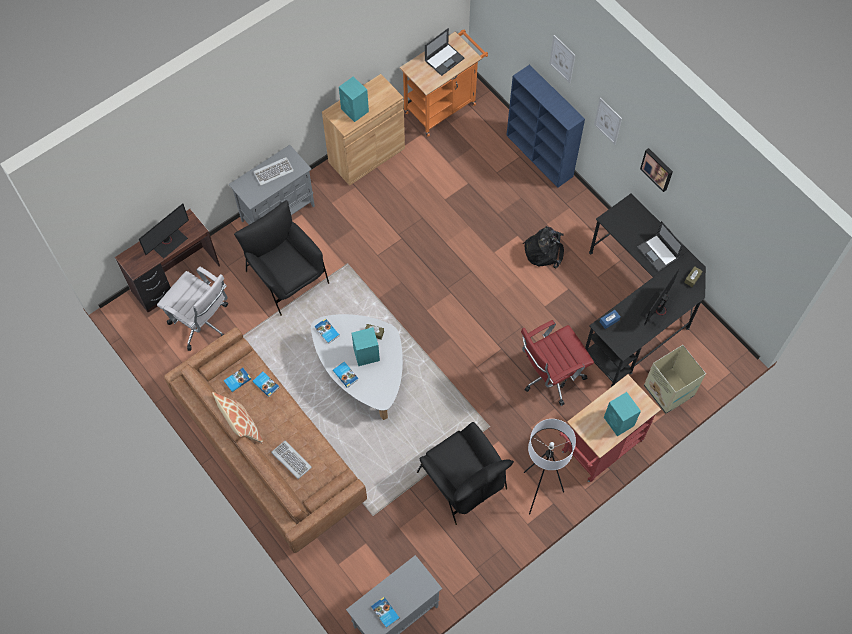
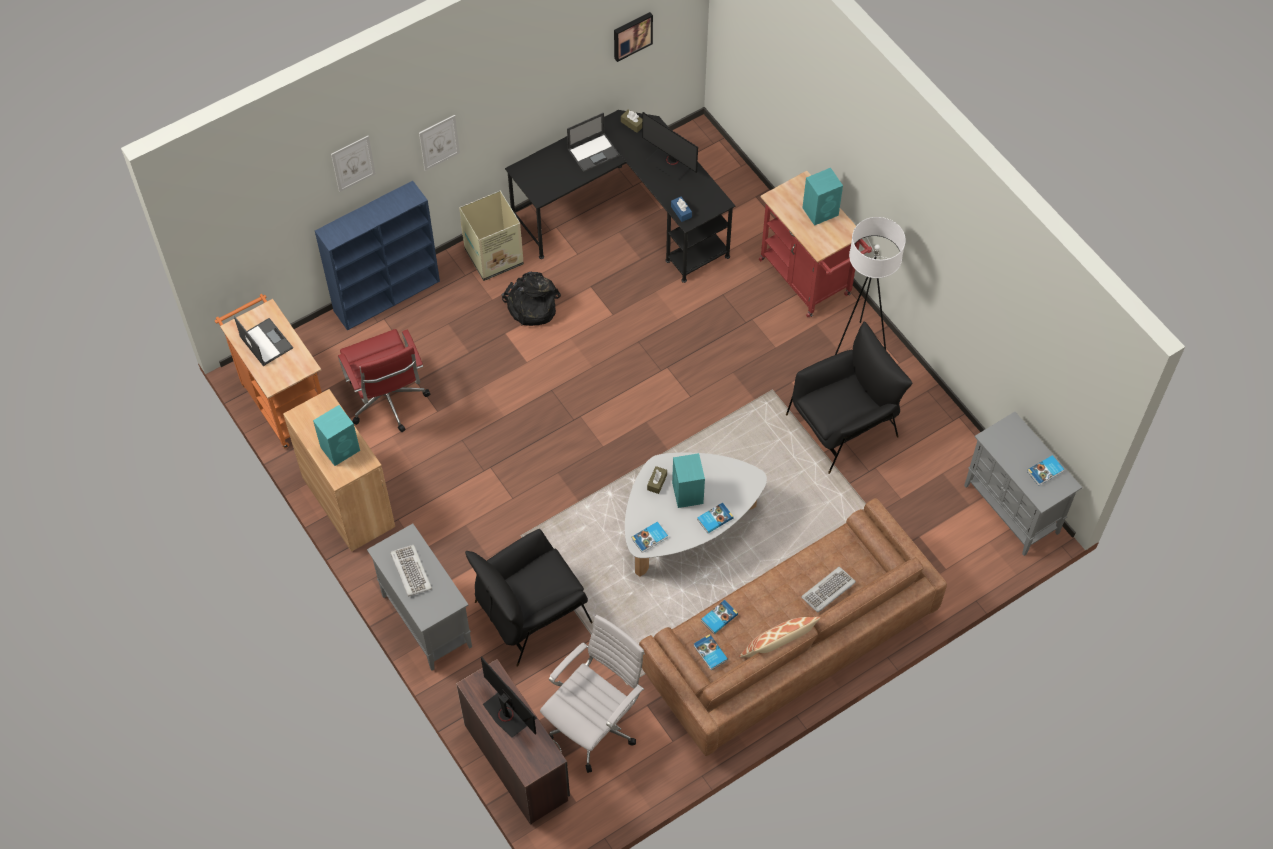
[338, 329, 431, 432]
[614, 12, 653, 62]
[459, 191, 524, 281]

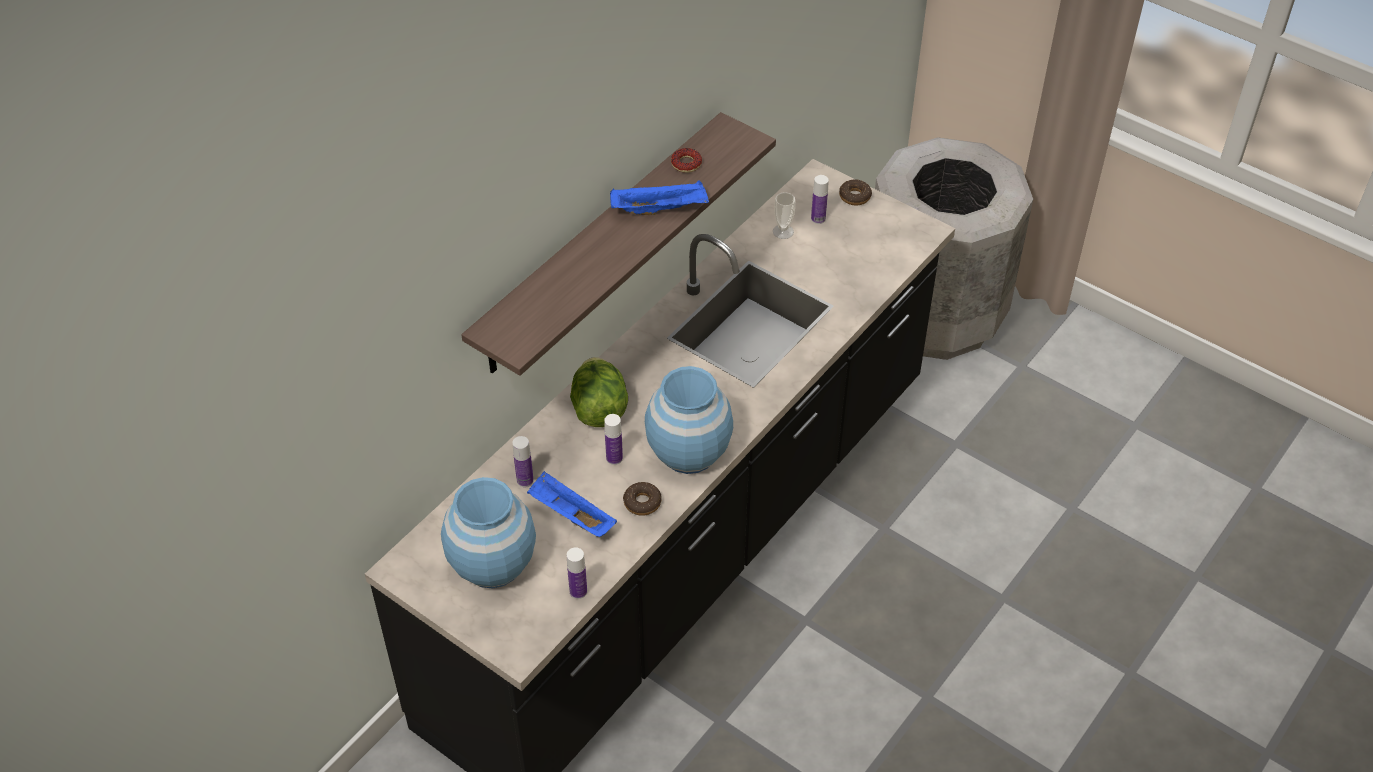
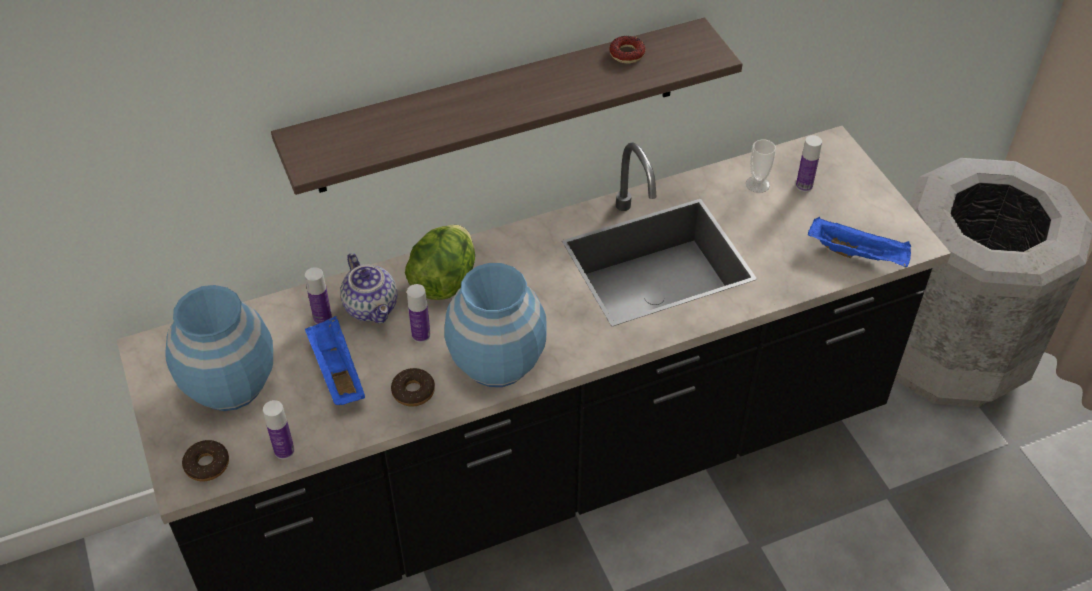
[808, 217, 911, 267]
[182, 440, 229, 481]
[340, 253, 397, 323]

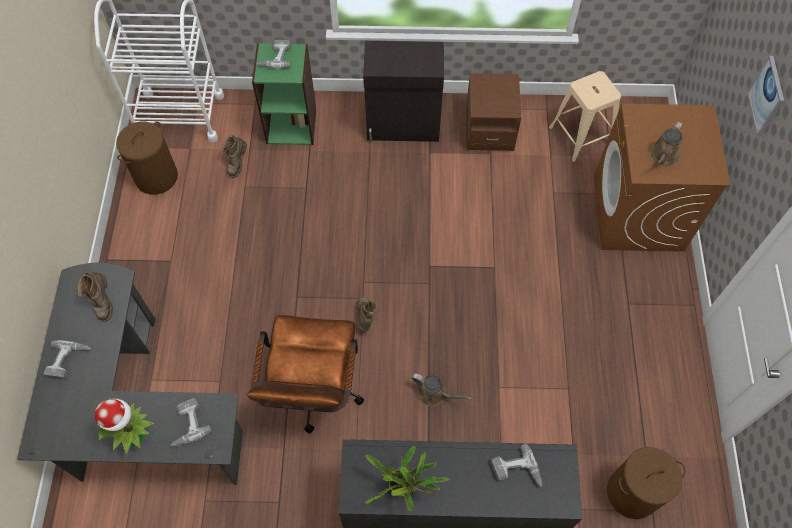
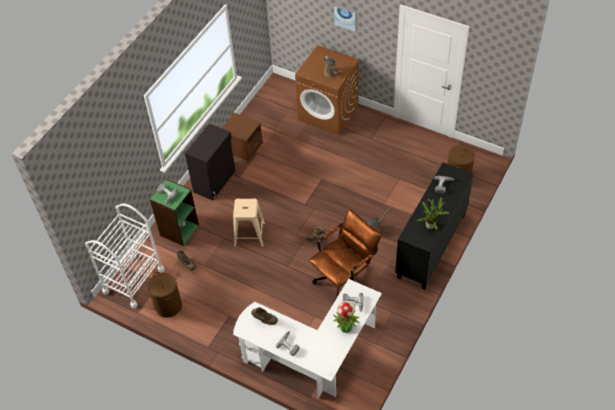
[233, 279, 382, 398]
[309, 209, 381, 302]
[233, 199, 265, 247]

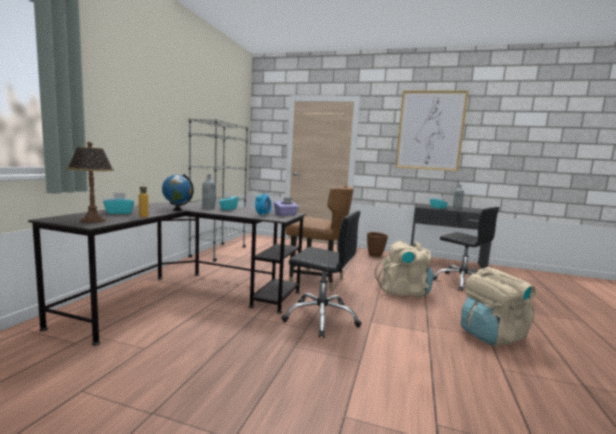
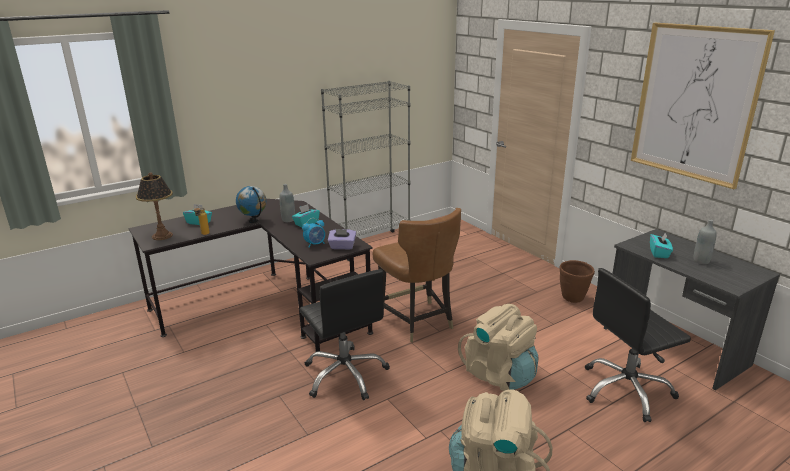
[585, 268, 691, 422]

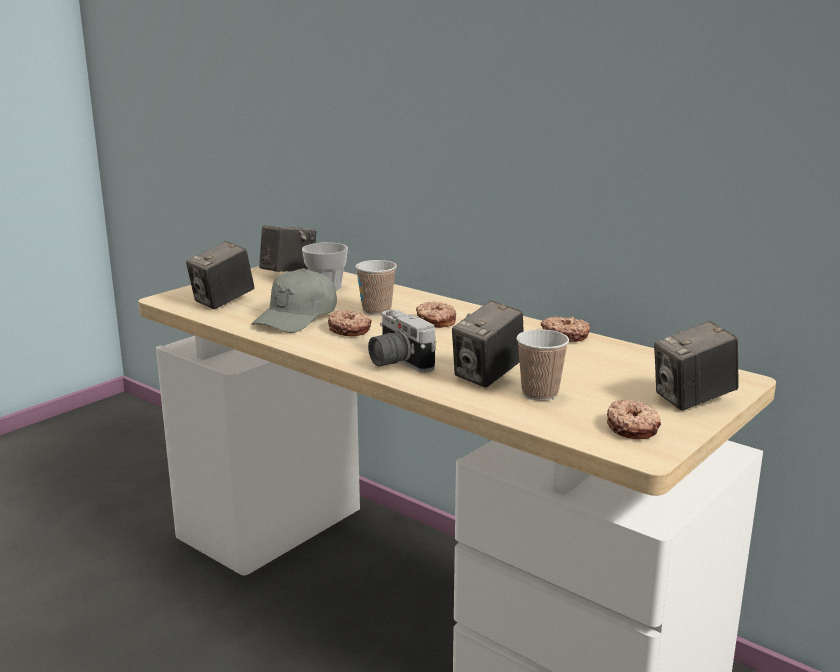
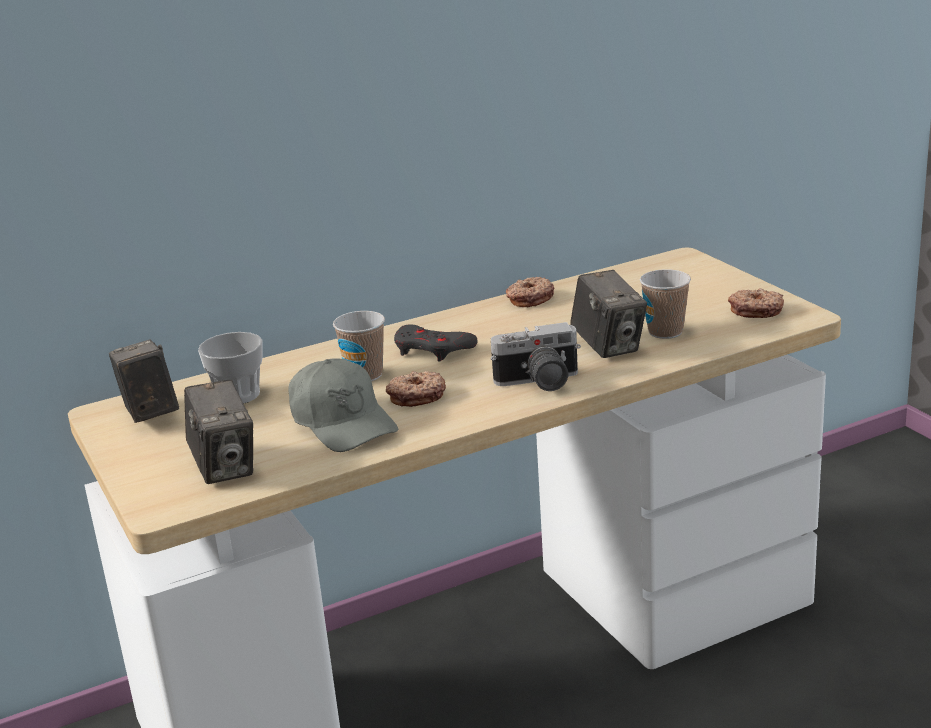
[394, 324, 477, 362]
[654, 321, 739, 411] (first image)

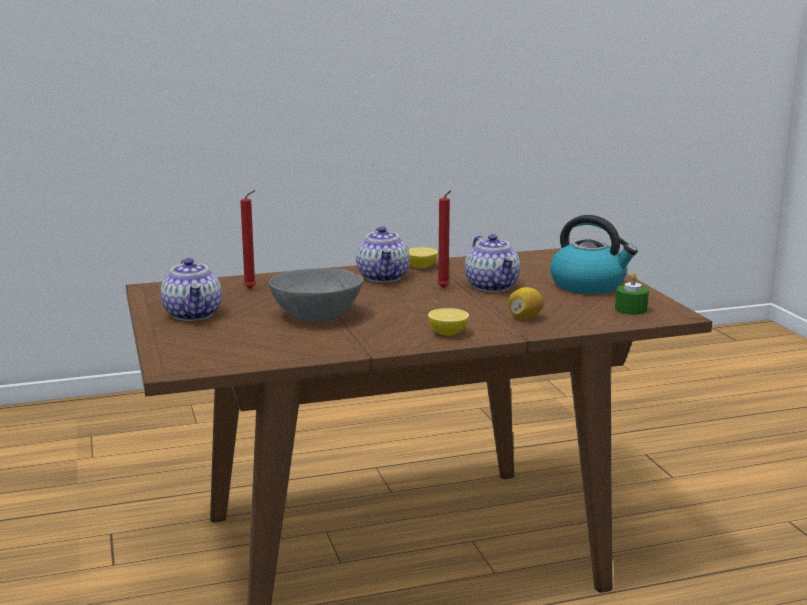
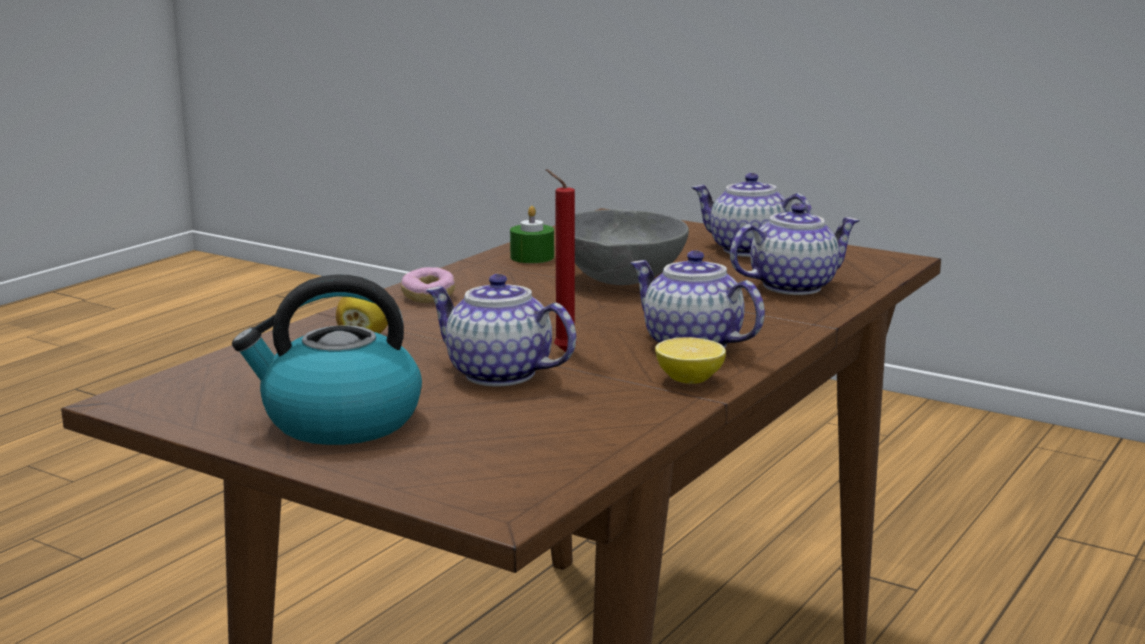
[730, 203, 860, 295]
[401, 267, 455, 303]
[510, 206, 554, 263]

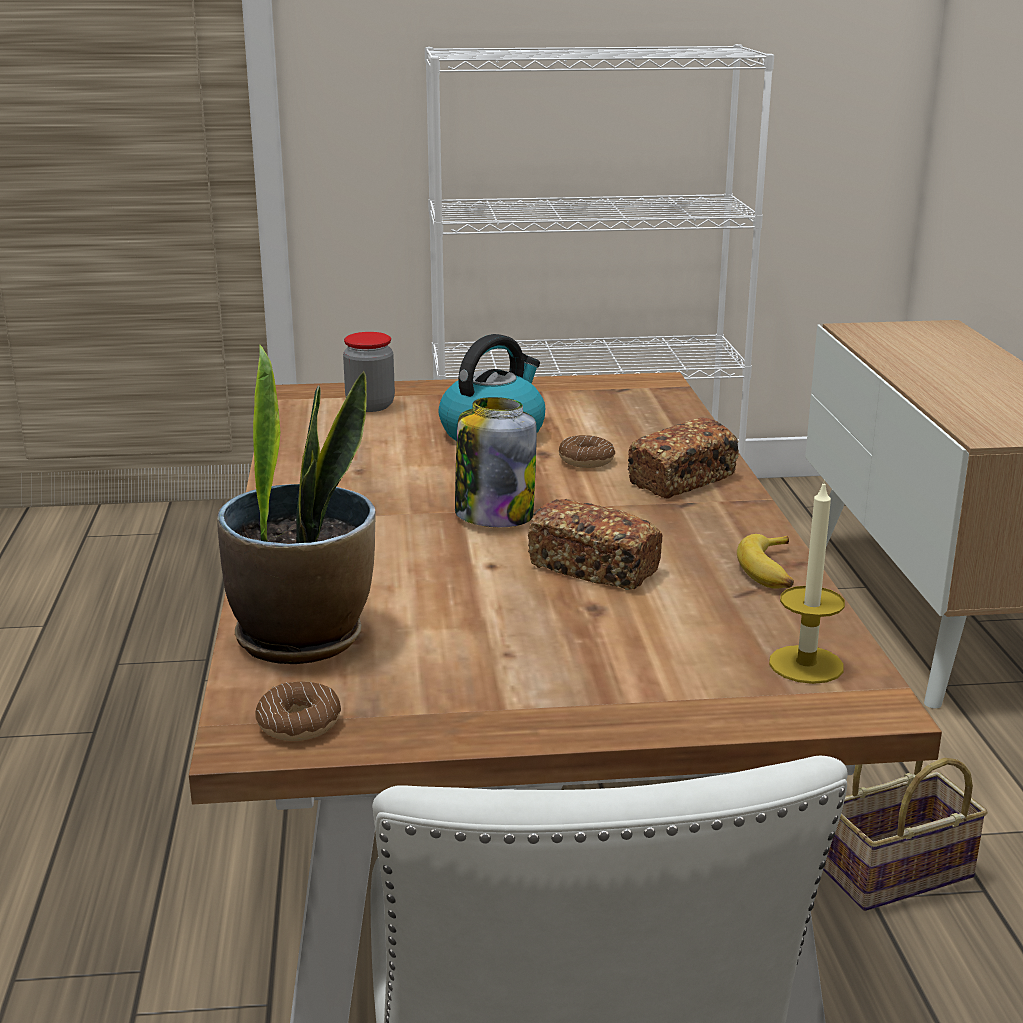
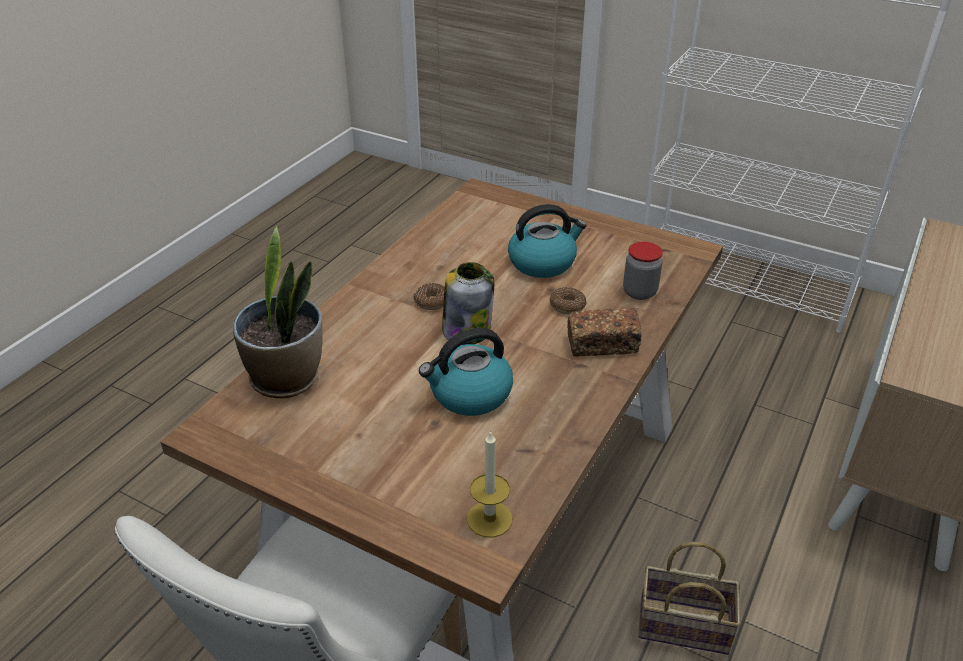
[414, 283, 445, 310]
[623, 242, 663, 300]
[419, 328, 513, 416]
[737, 534, 794, 589] (first image)

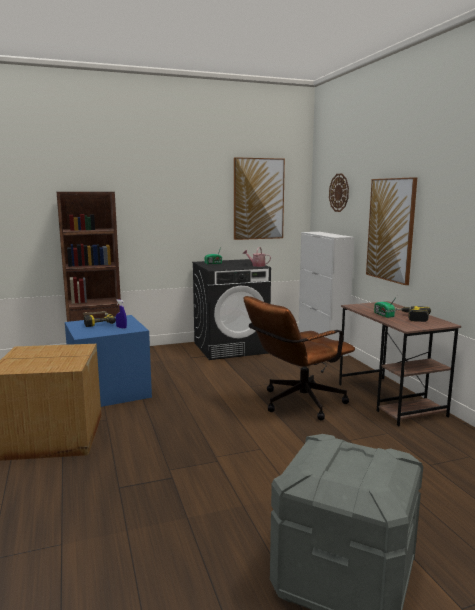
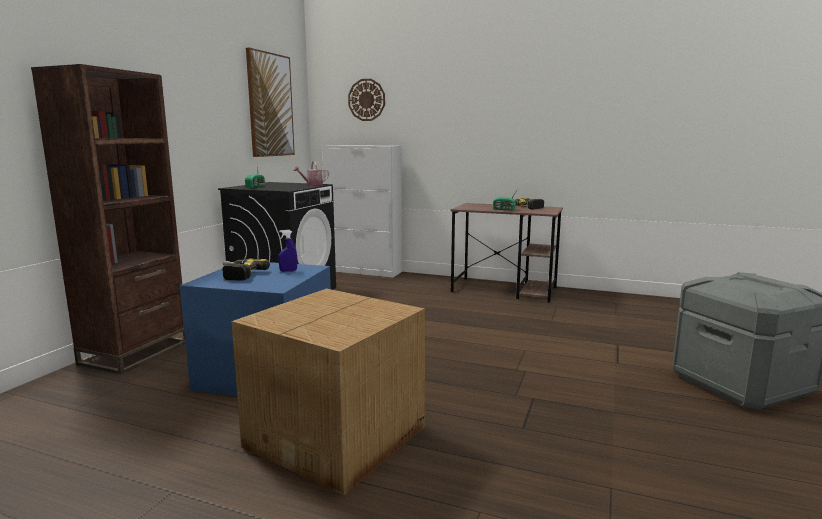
[244, 296, 355, 420] (first image)
[366, 177, 417, 285] (first image)

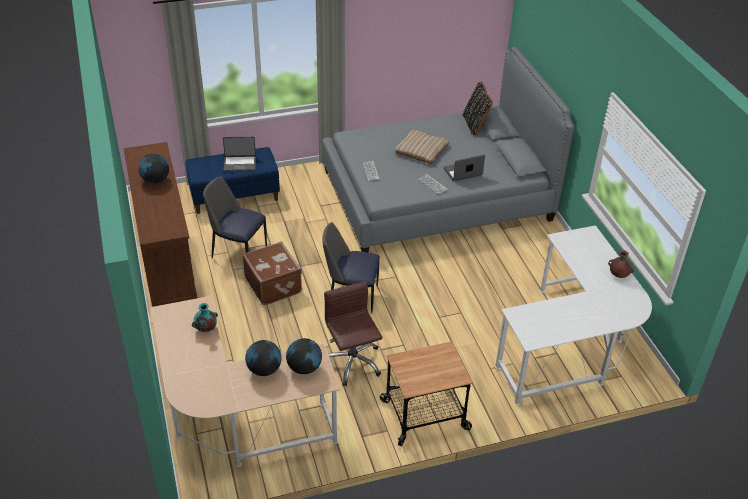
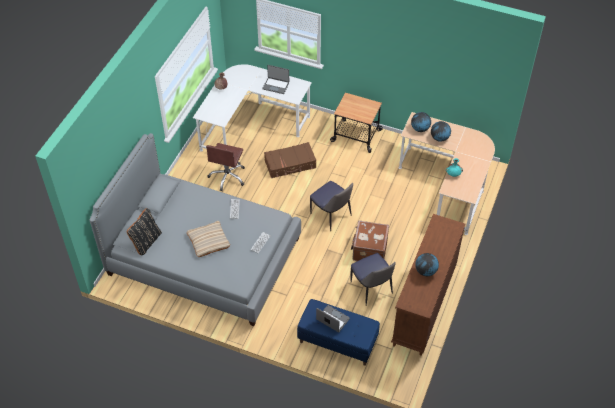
[206, 143, 245, 191]
[262, 65, 289, 94]
[264, 142, 316, 178]

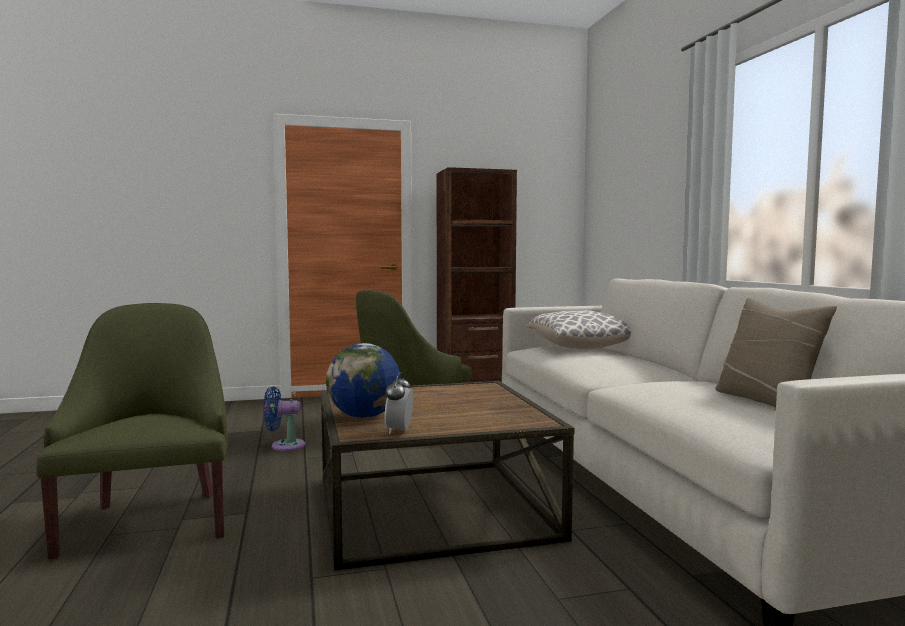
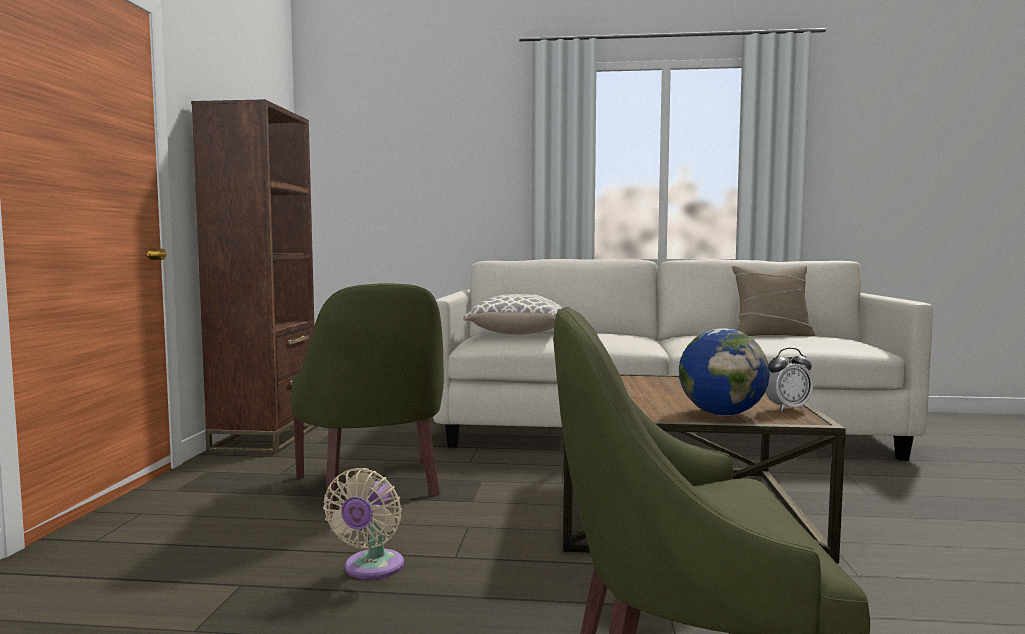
[323, 468, 404, 579]
[765, 348, 814, 411]

